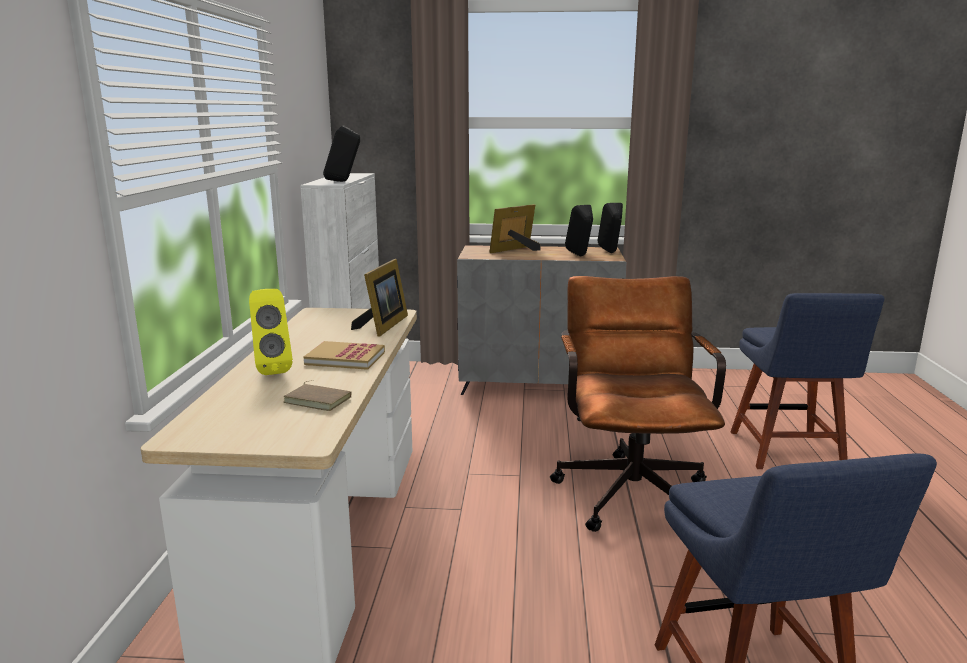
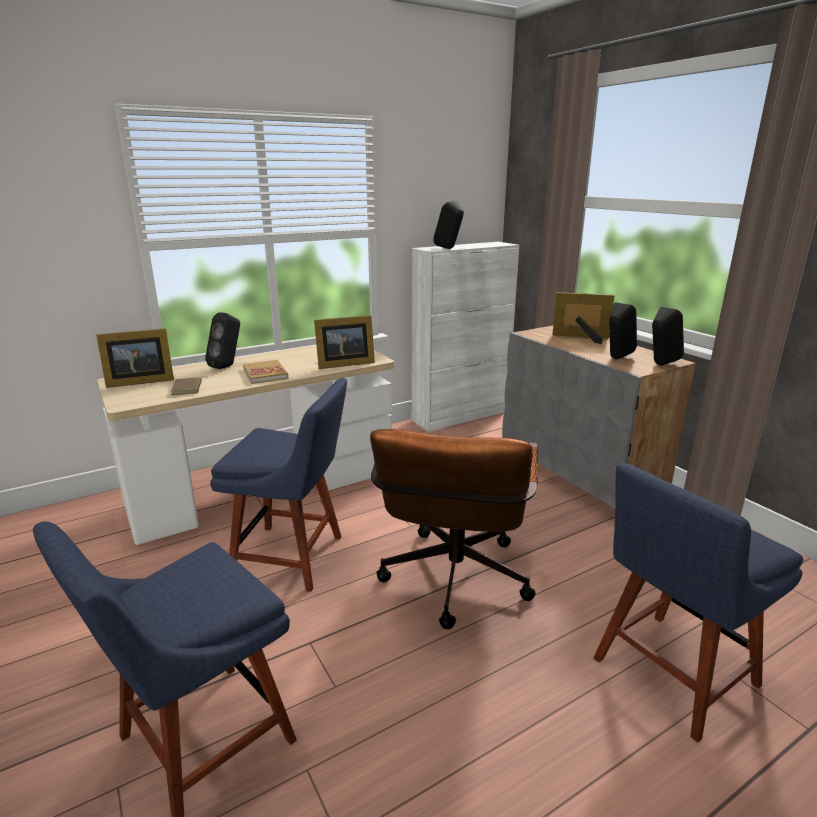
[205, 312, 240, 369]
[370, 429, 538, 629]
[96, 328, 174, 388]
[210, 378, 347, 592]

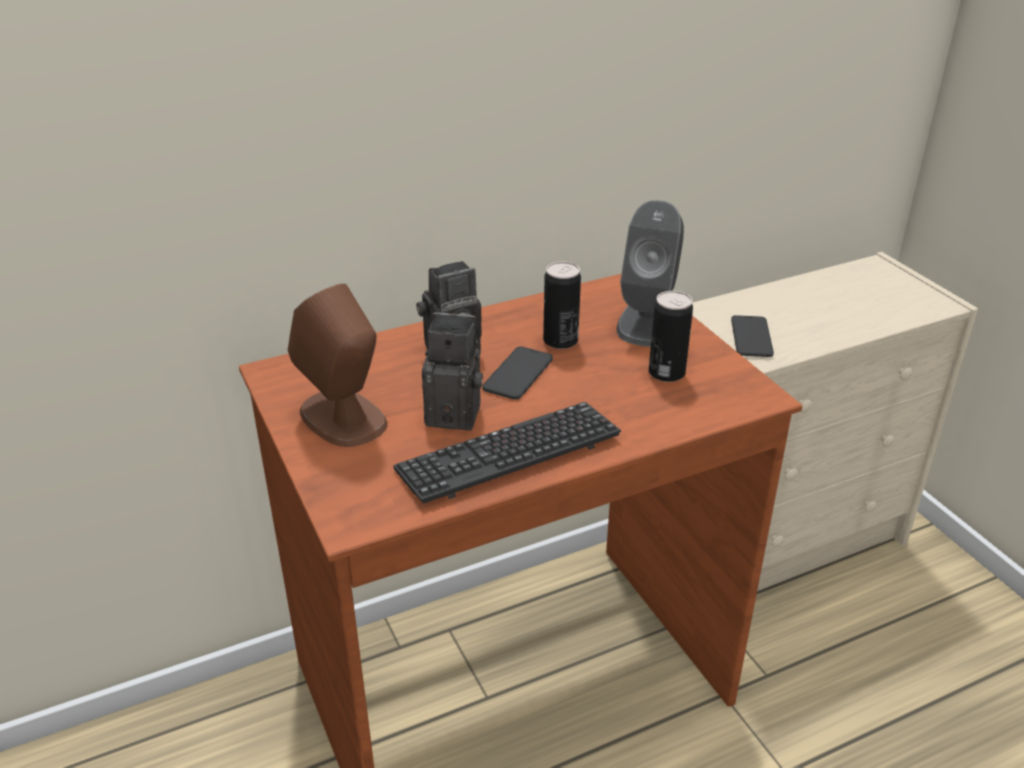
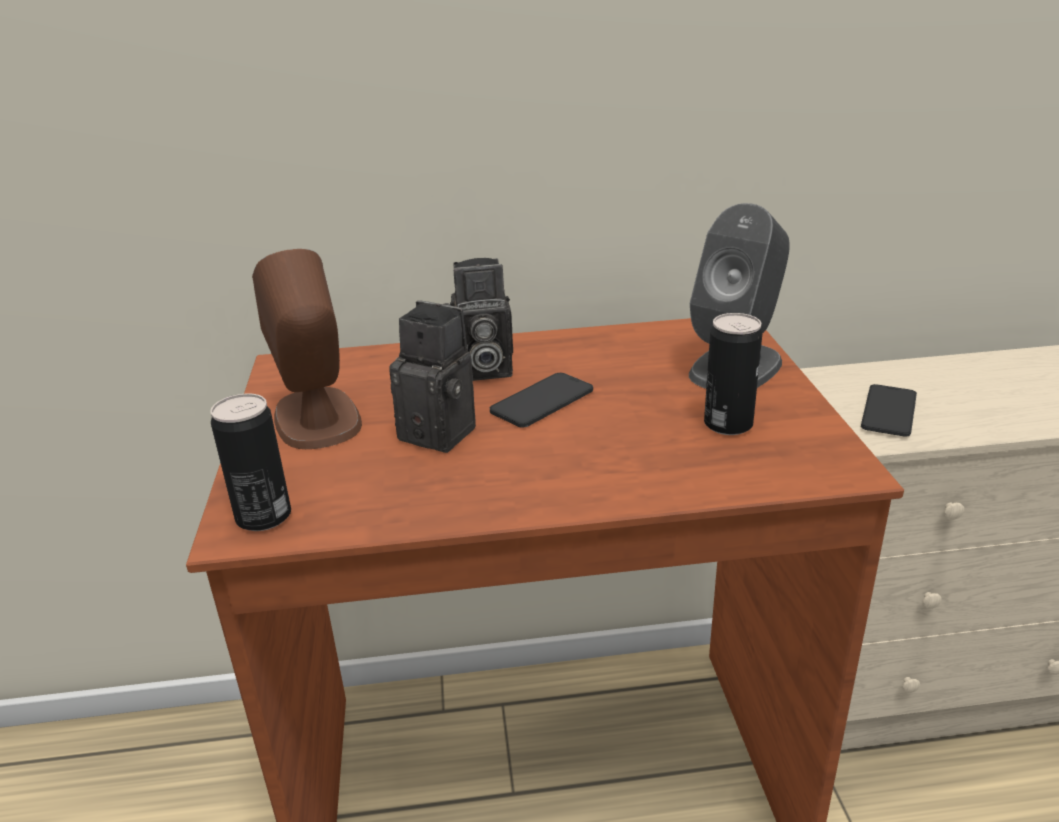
[393, 402, 621, 504] (first image)
[210, 394, 291, 531]

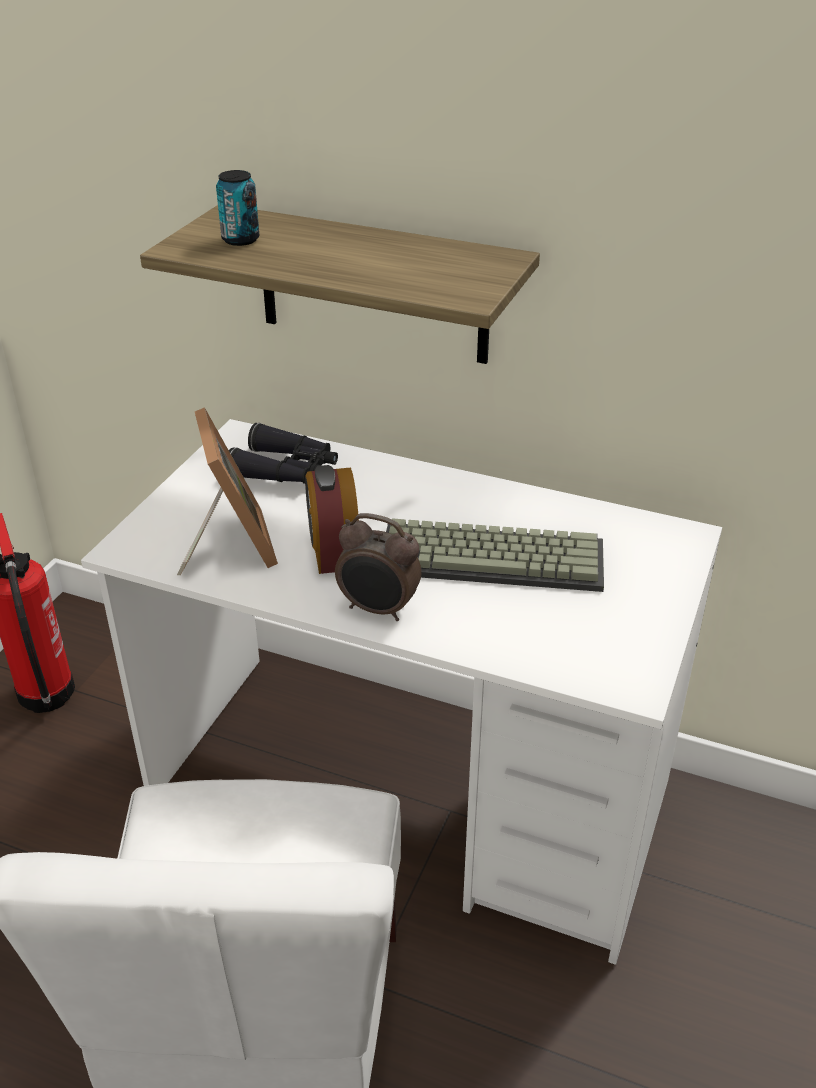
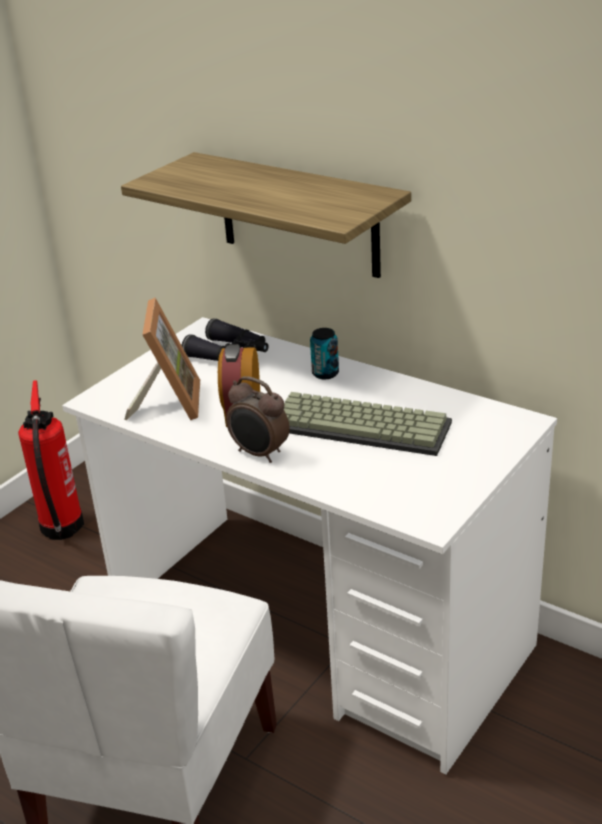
[310, 328, 339, 379]

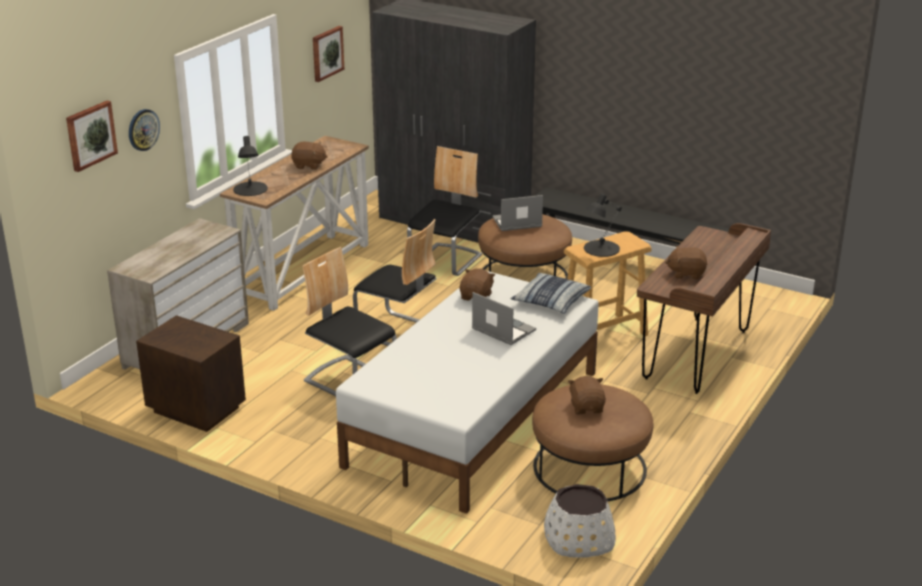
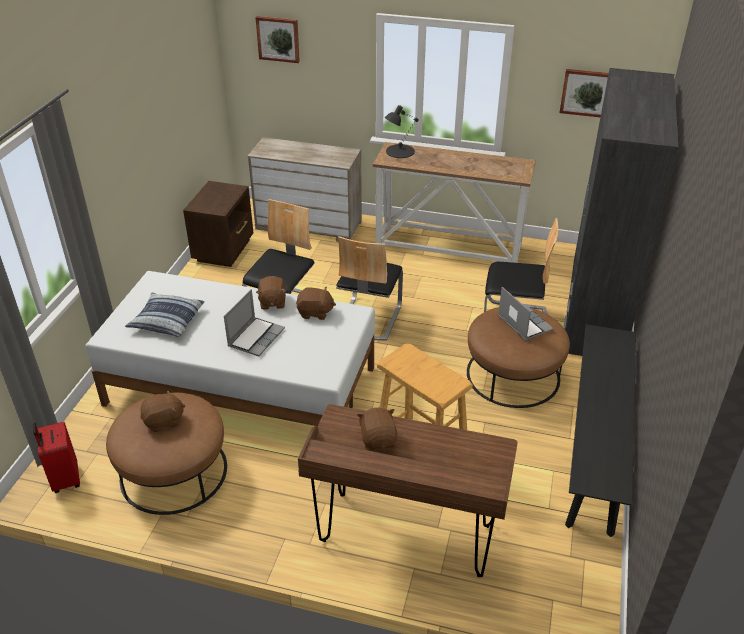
[129, 109, 160, 151] (first image)
[256, 276, 287, 310]
[125, 293, 204, 337]
[33, 422, 80, 493]
[584, 193, 622, 257] (first image)

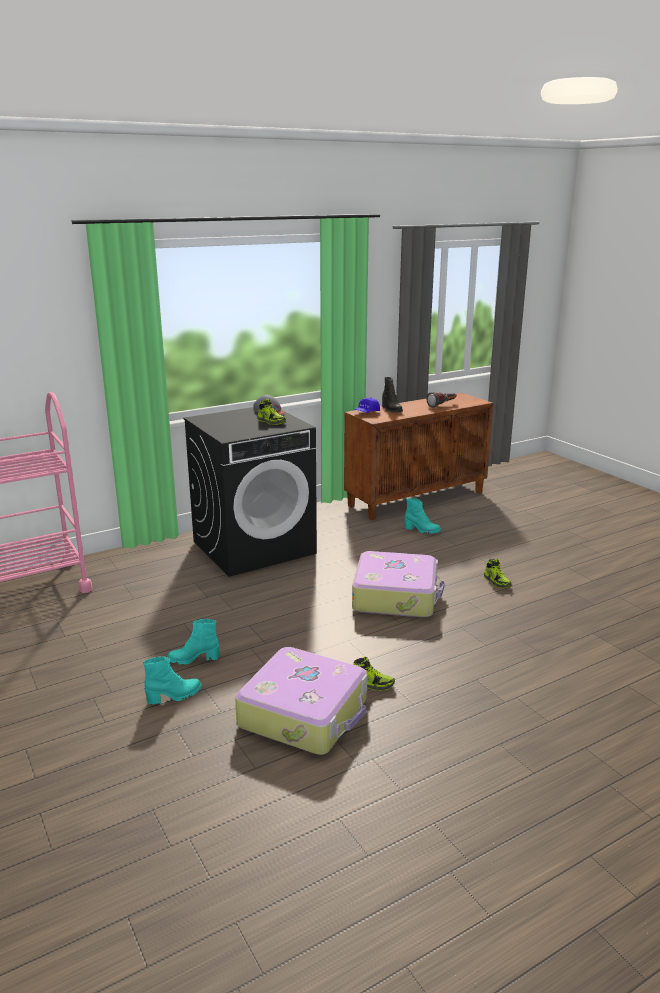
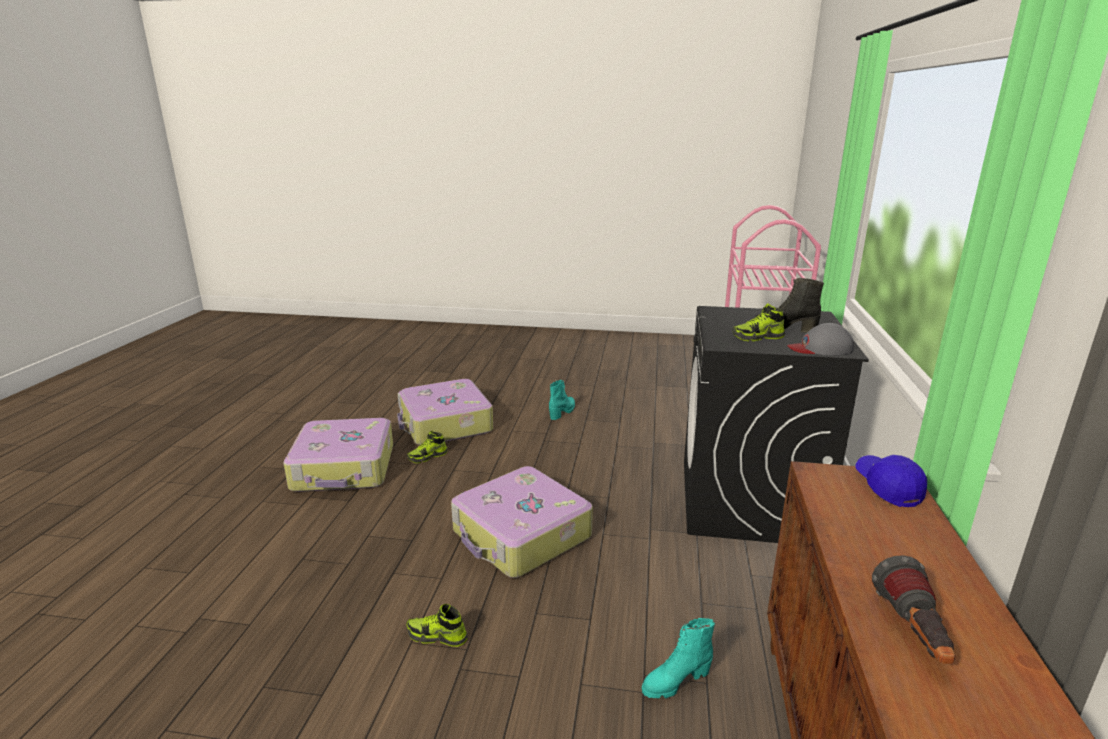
[143, 656, 201, 705] (first image)
[755, 278, 824, 333]
[284, 418, 393, 492]

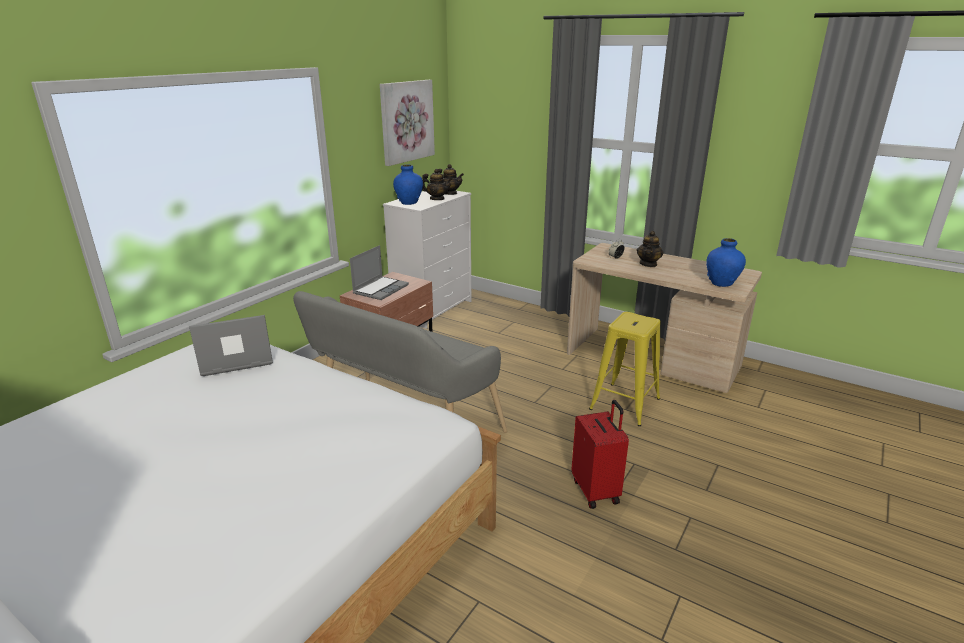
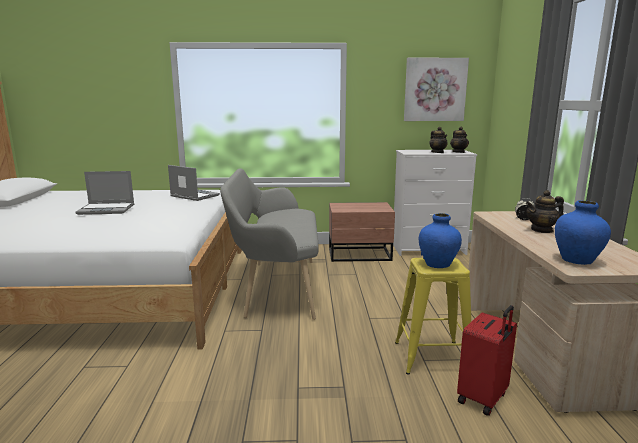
[76, 171, 134, 215]
[419, 213, 462, 268]
[457, 305, 517, 416]

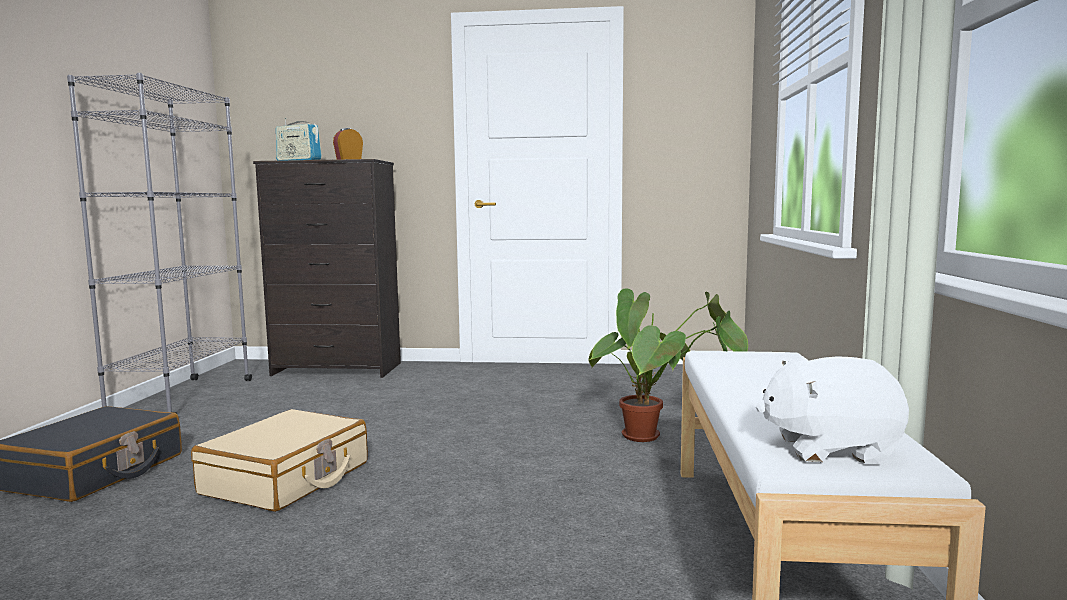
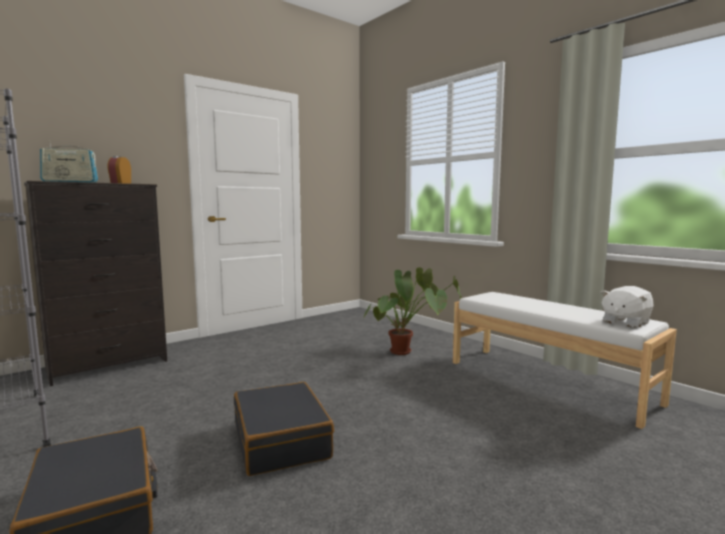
[234, 382, 334, 476]

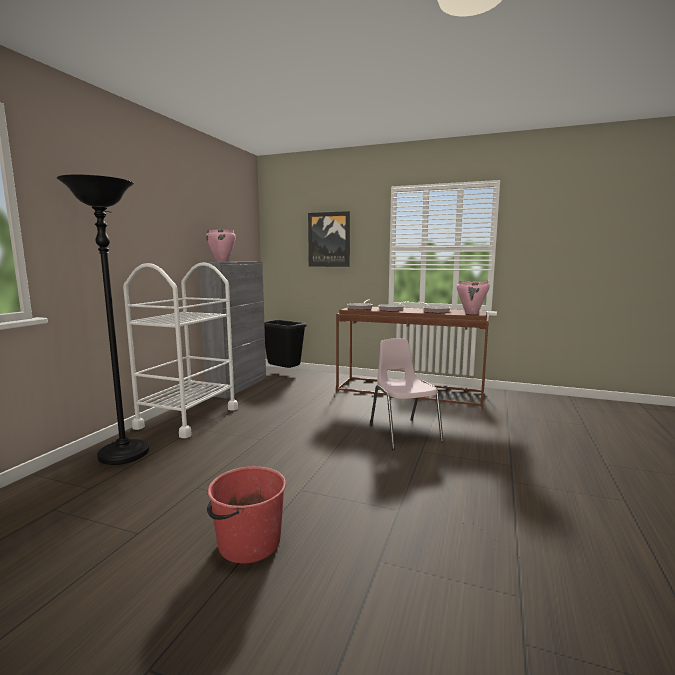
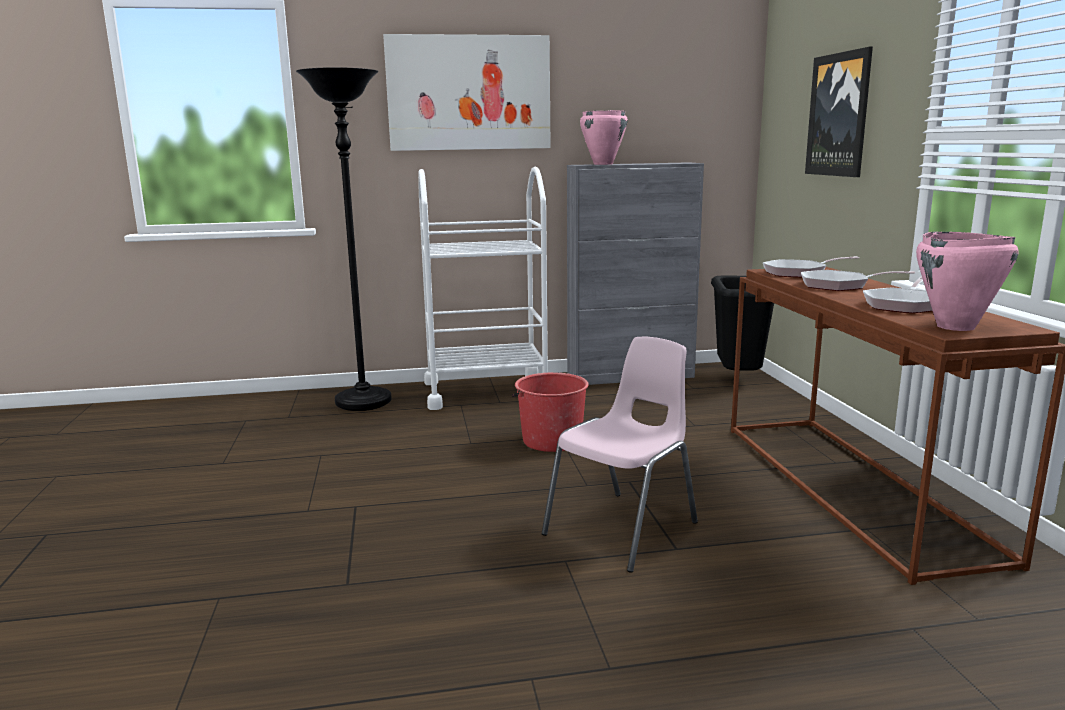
[512, 372, 589, 452]
[383, 34, 551, 151]

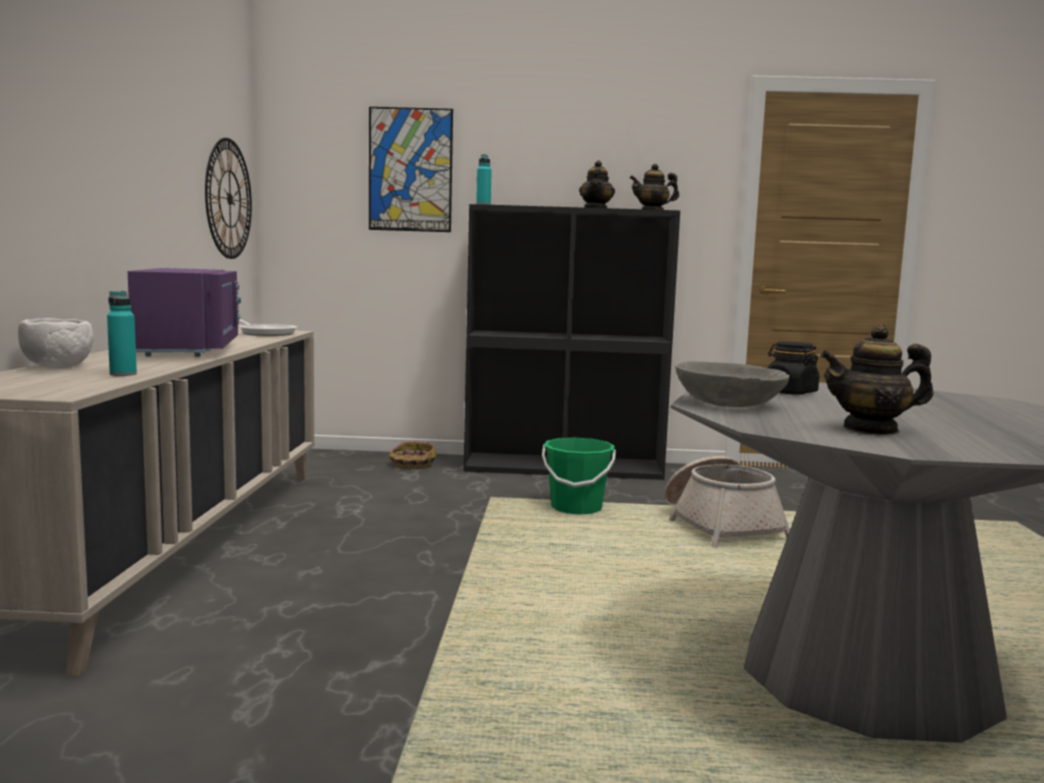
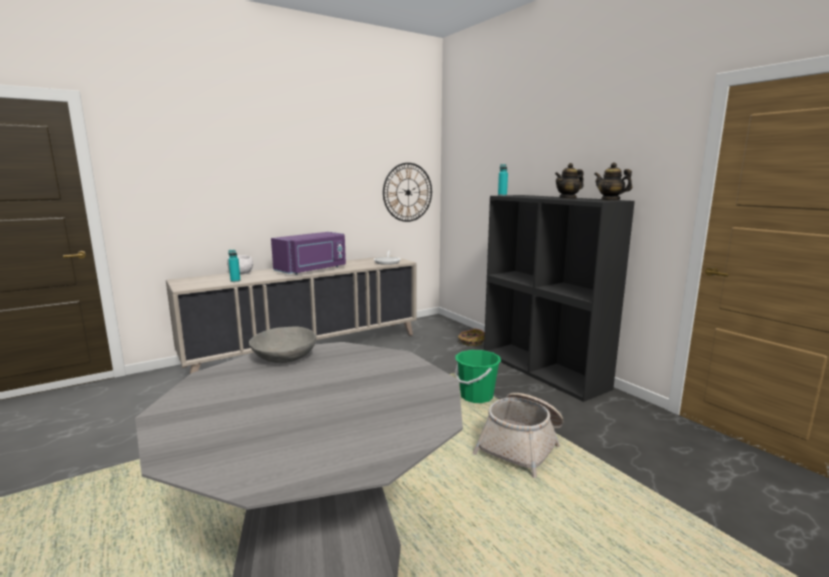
[369, 107, 453, 232] (first image)
[767, 342, 819, 395] (first image)
[820, 324, 933, 435] (first image)

